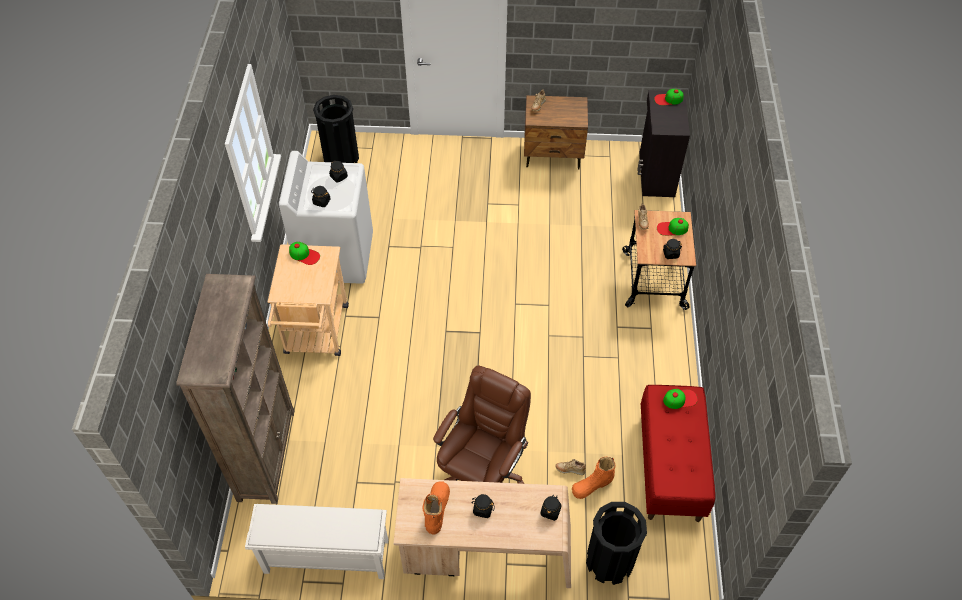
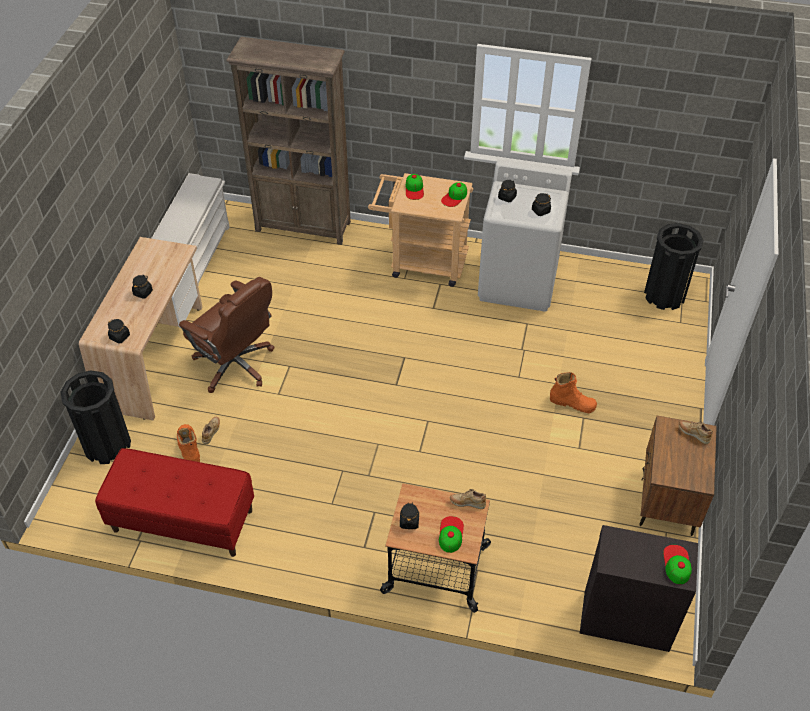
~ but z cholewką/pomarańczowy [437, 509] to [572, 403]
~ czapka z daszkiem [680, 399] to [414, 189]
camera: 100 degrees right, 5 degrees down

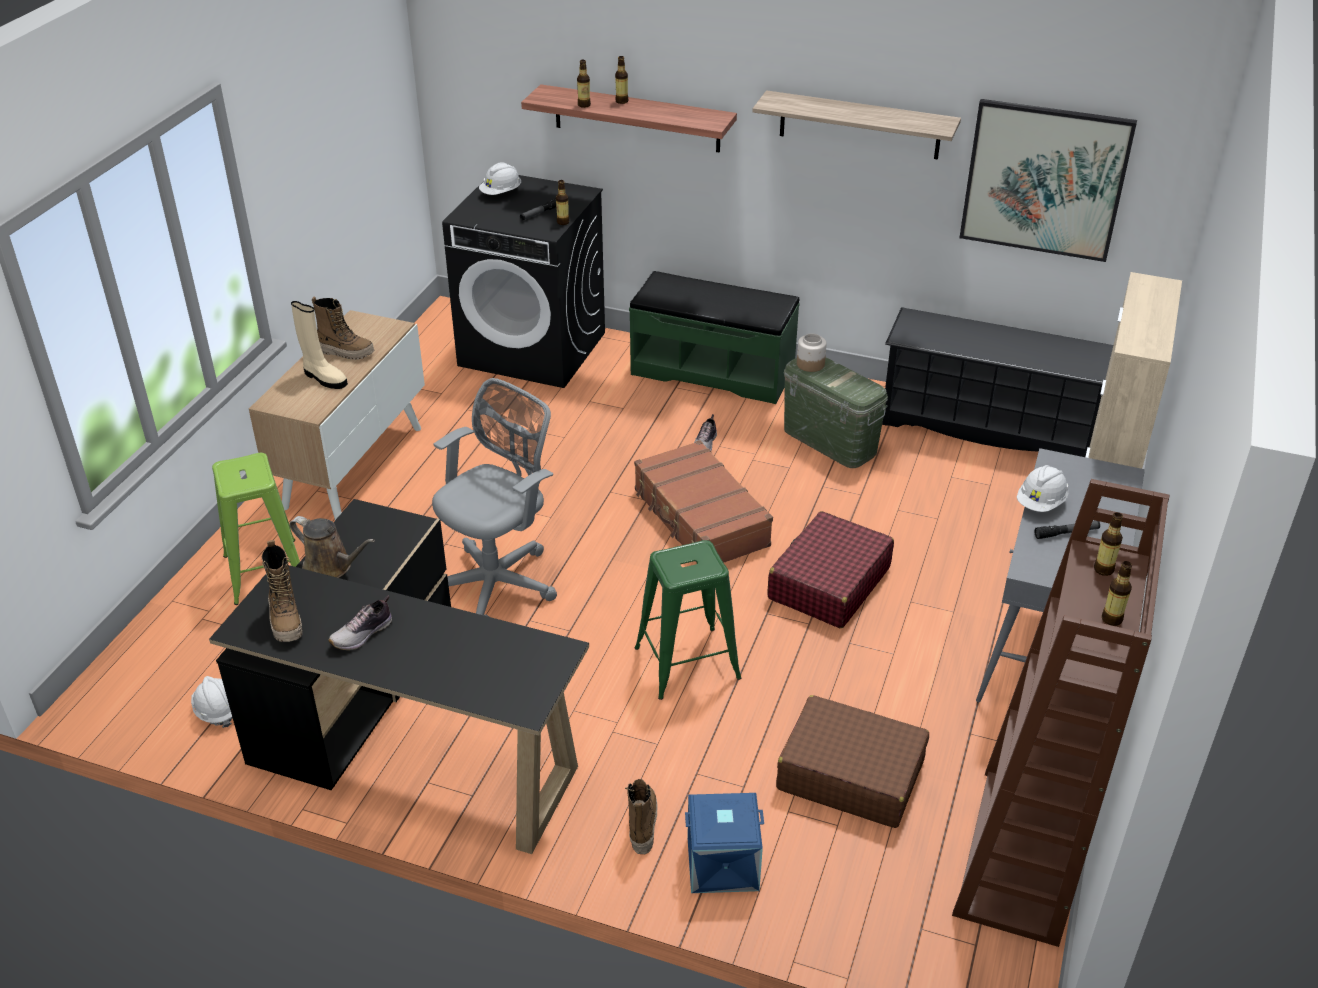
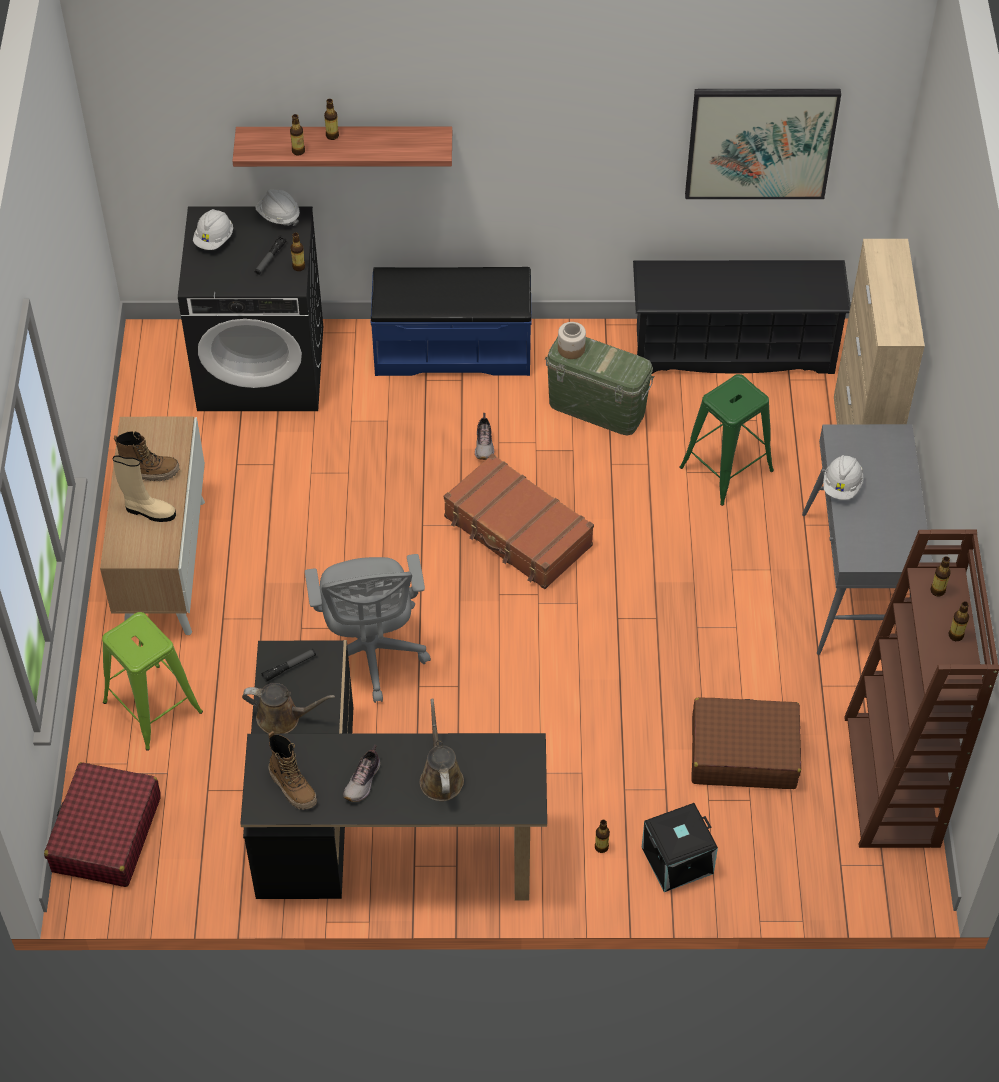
~ kask/biały [217, 711] to [278, 216]
~ krzesło biurowe/szary [497, 582] = [370, 655] 150 degrees clockwise
~ but z cholewką [641, 824] to butelka [601, 847]
~ ławka/zielony [713, 371] to ławka/niebieski [452, 349]
~ stołek/zielony [688, 663] to [727, 468]
~ pojemnik do przechowywania/niebieski [722, 865] to pojemnik do przechowywania/czarny [677, 861]
- półka [859, 125]
~ walizka/czerwony [828, 583] to [105, 834]
~ latarka [1066, 533] to [289, 667]
+ konewka/brązowy [440, 777]
camera: 20 degrees left, 15 degrees up

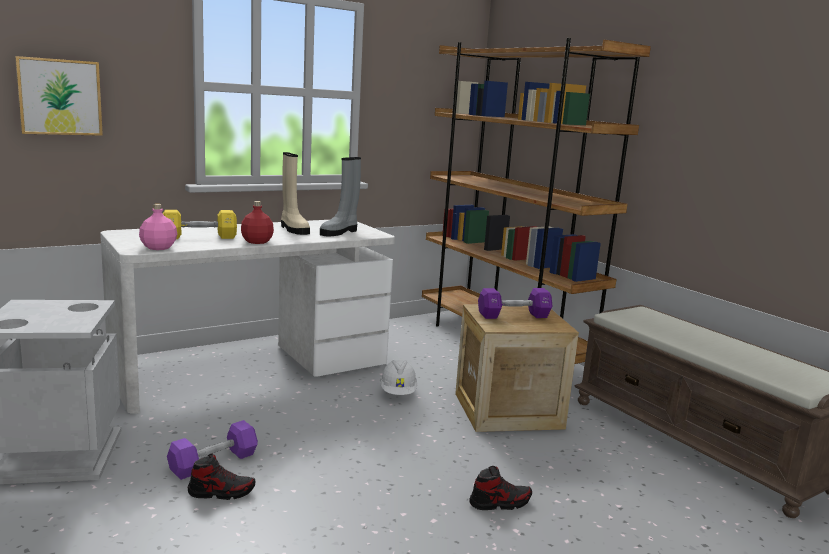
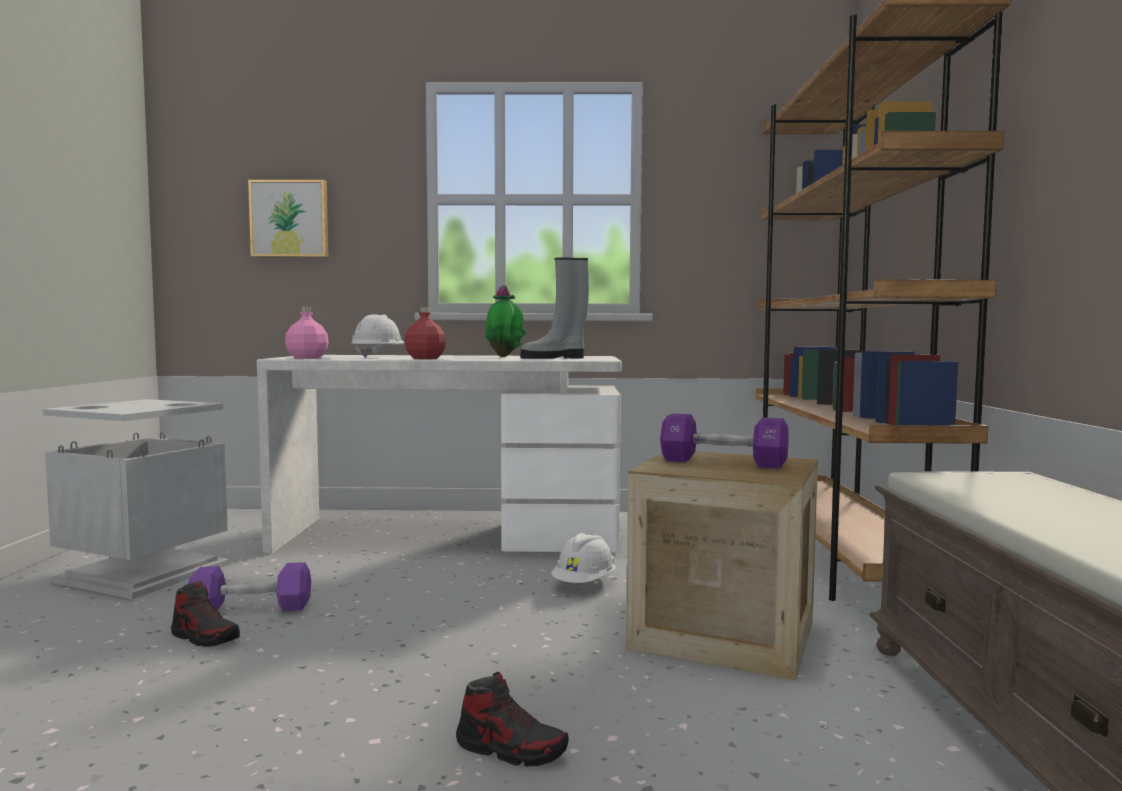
~ hantel/żółty [199, 237] to kask/biały [378, 356]
~ but z cholewką/beżowy [293, 229] to roślina doniczkowa [505, 356]
camera: 35 degrees right, 10 degrees down

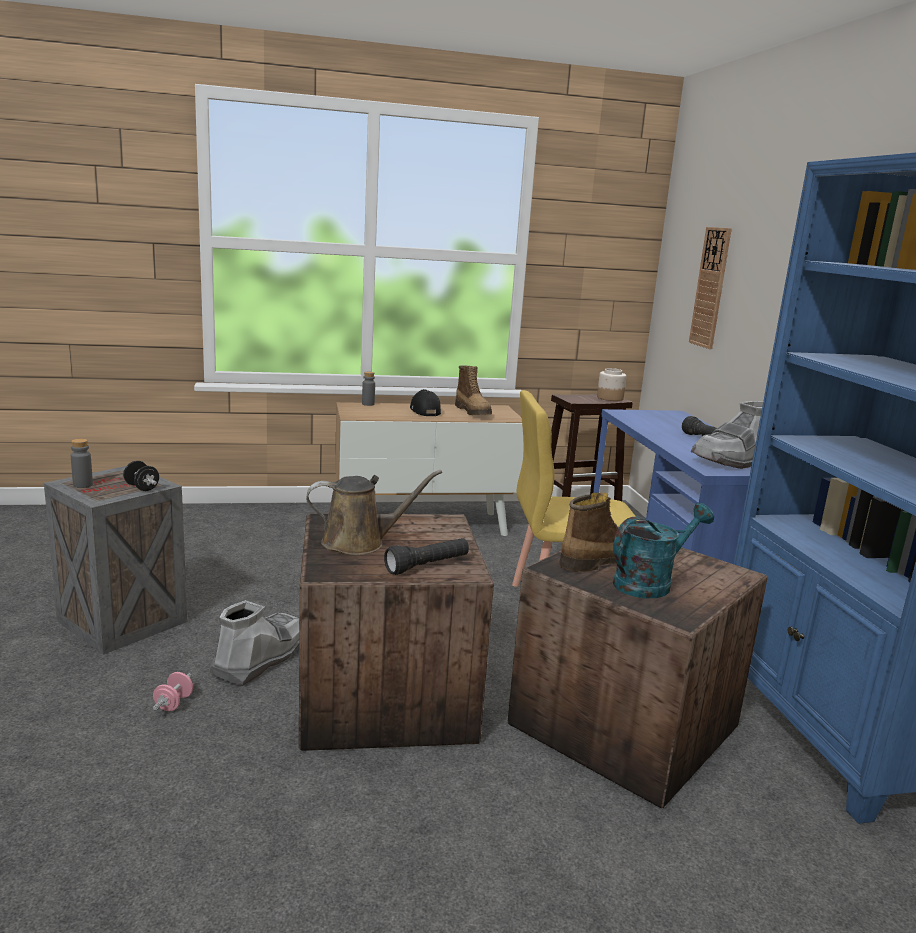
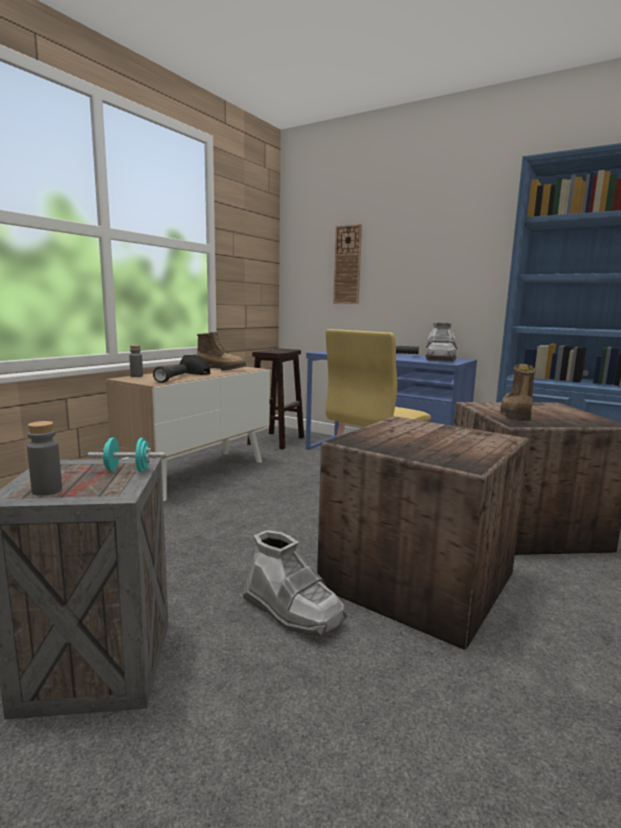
~ hantel/czarny [142, 488] to hantel/turkusowy [128, 471]
- hantel/różowy [174, 703]
~ but z cholewką/szary [260, 658] = [293, 611] 150 degrees clockwise
- konewka/brązowy [359, 543]
~ latarka/czarny [427, 566] to [171, 379]
- słoik [609, 398]
- konewka/turkusowy [650, 583]
camera: 45 degrees left, 5 degrees down

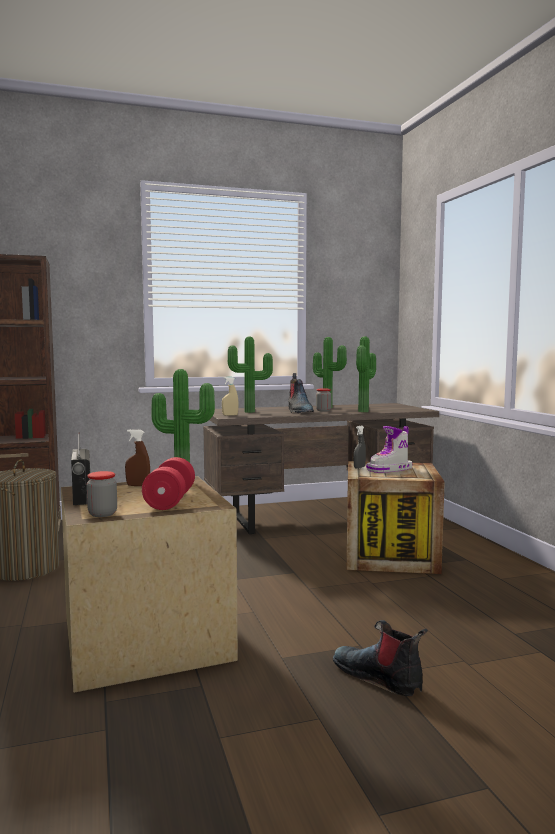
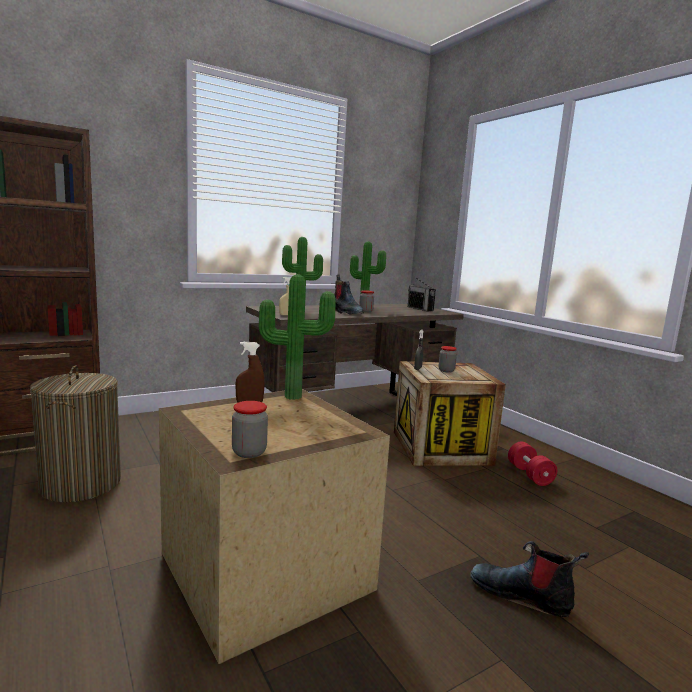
~ radio [82, 497] to [420, 309]
~ hantel/czerwony [170, 501] to [529, 475]
- roślina doniczkowa [365, 411]
~ but z cholewką [390, 469] to słoik [446, 370]
camera: 15 degrees left, 5 degrees up

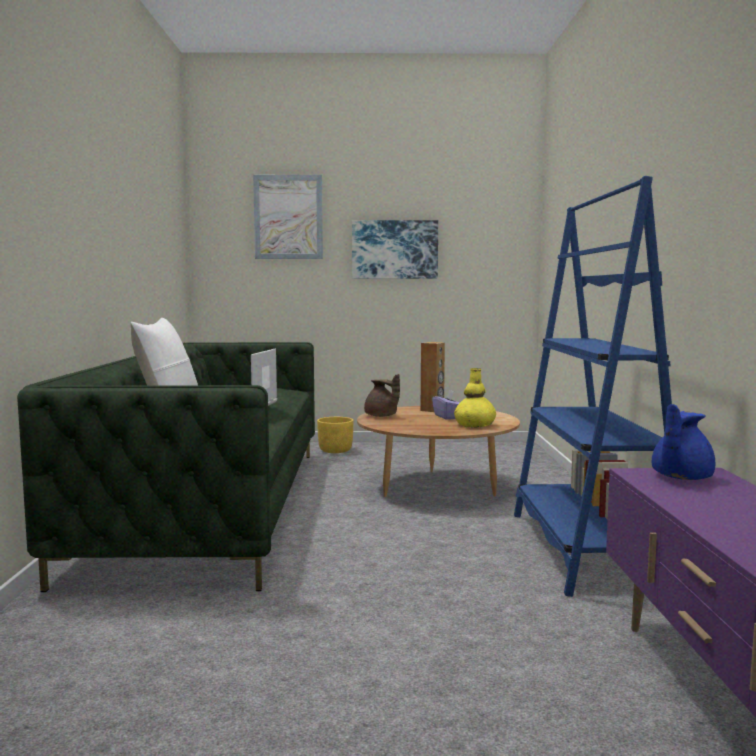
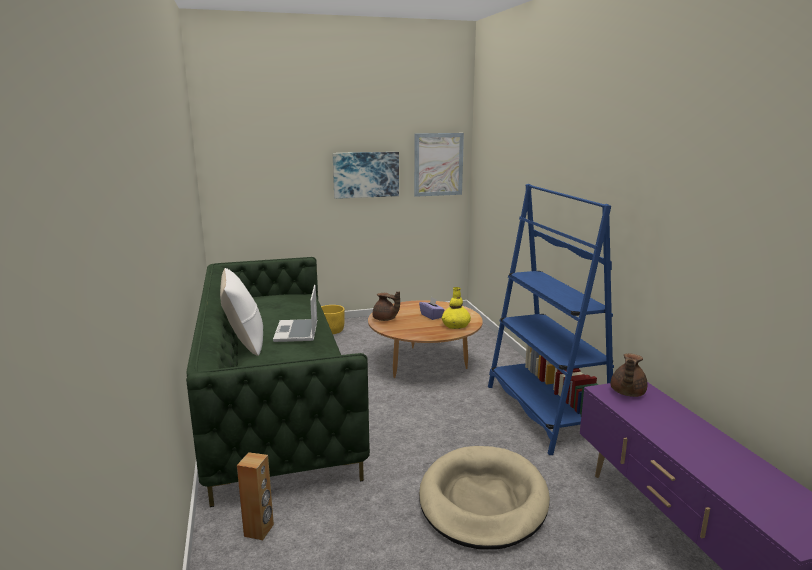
~ obraz [288, 217] to [438, 164]
~ głośnik/brązowy [432, 410] to [259, 530]
~ imbryk/niebieski [679, 477] to imbryk/brązowy [626, 392]
+ legowisko/beżowy [483, 501]
camera: 15 degrees left, 10 degrees up

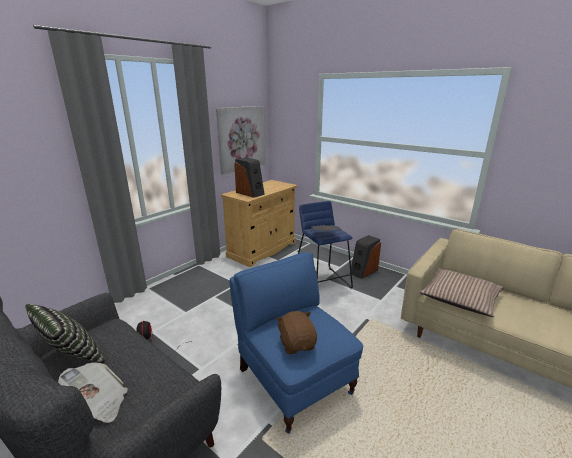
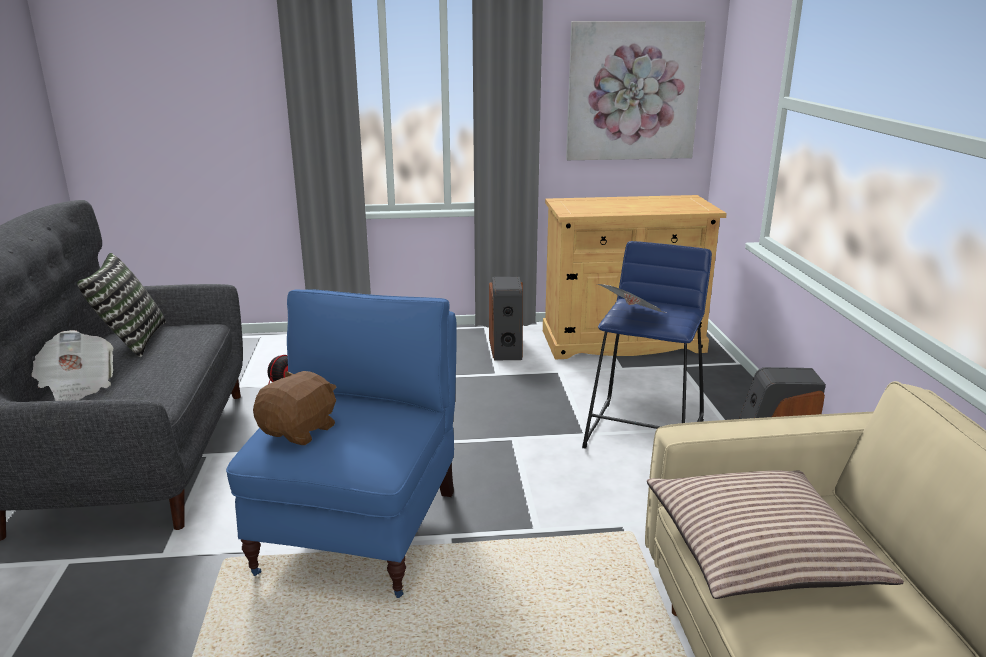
~ głośnik [250, 193] to [506, 348]
camera: 45 degrees right, 0 degrees up

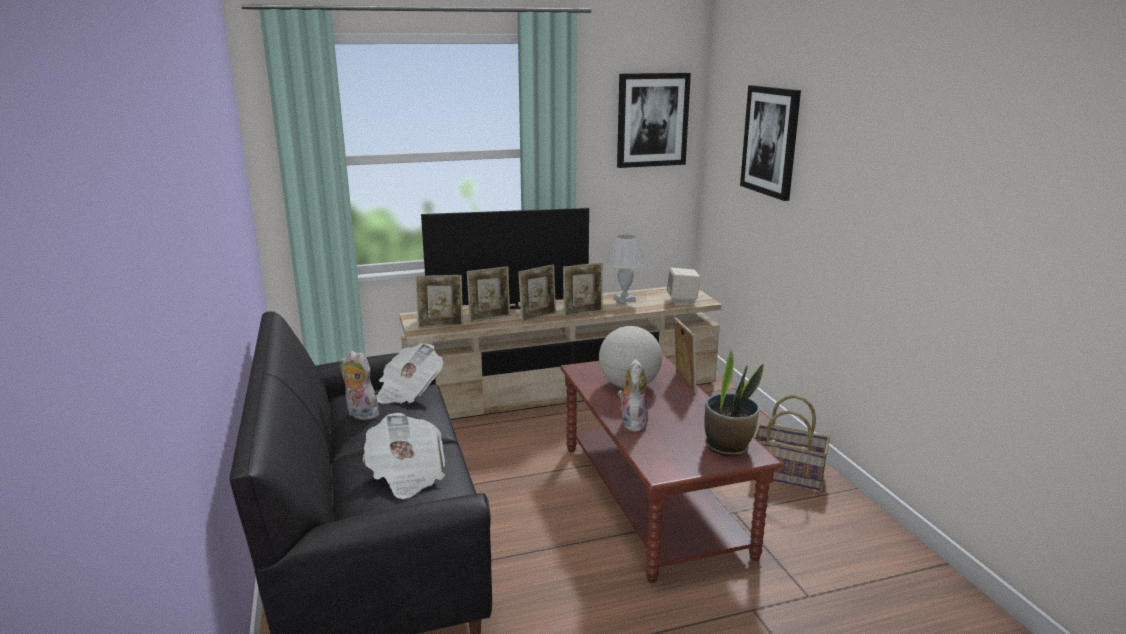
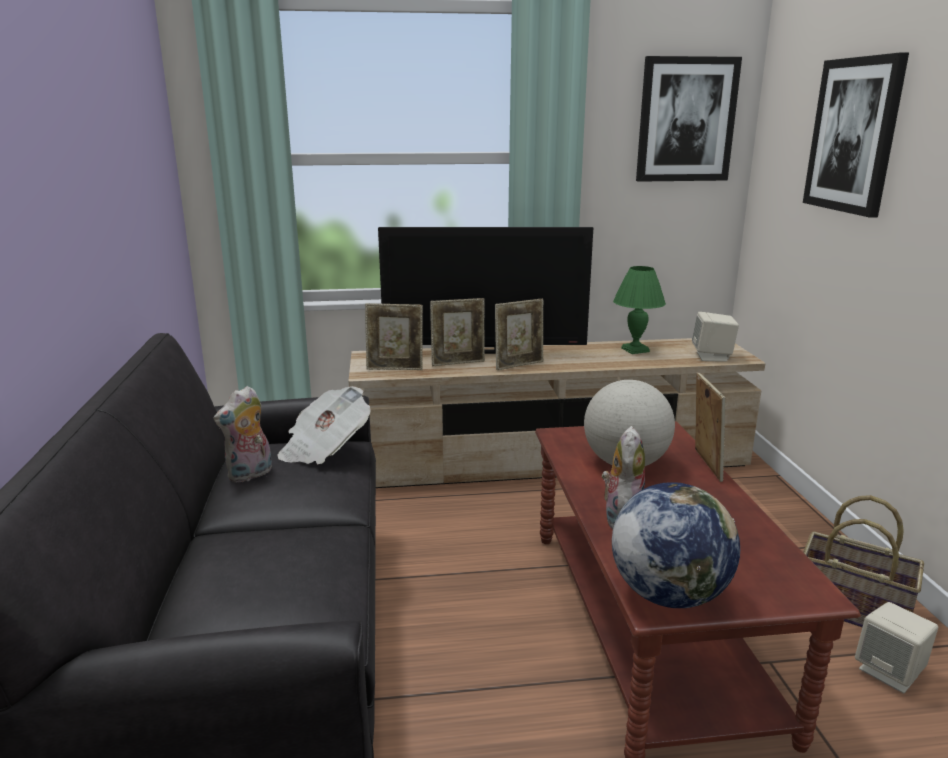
~ pluszak [360, 414] = [250, 475] 90 degrees counterclockwise
- gazeta [406, 475]
- ramka na zdjęcie [583, 313]
~ lampa stołowa/biały [624, 299] to lampa stołowa/zielony [634, 350]
- roślina doniczkowa [728, 446]
+ globus [668, 594]
+ głośnik/beżowy [889, 672]
camera: 10 degrees right, 0 degrees up

